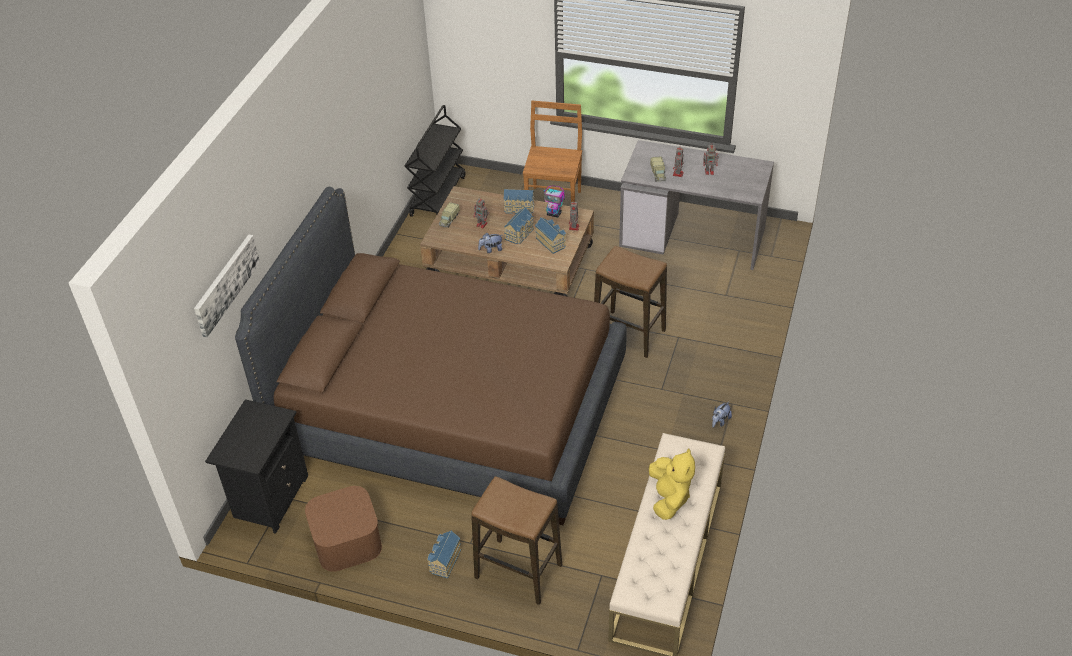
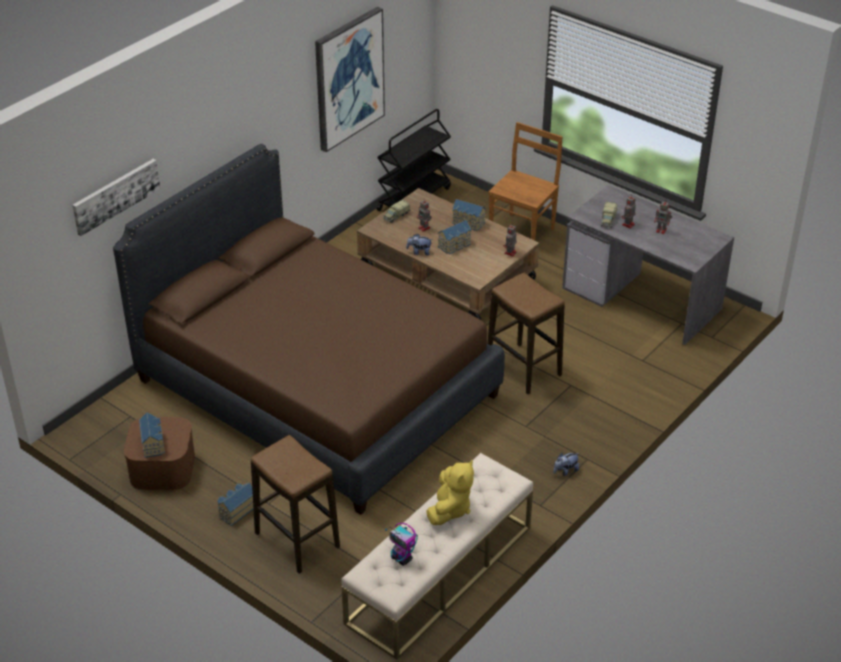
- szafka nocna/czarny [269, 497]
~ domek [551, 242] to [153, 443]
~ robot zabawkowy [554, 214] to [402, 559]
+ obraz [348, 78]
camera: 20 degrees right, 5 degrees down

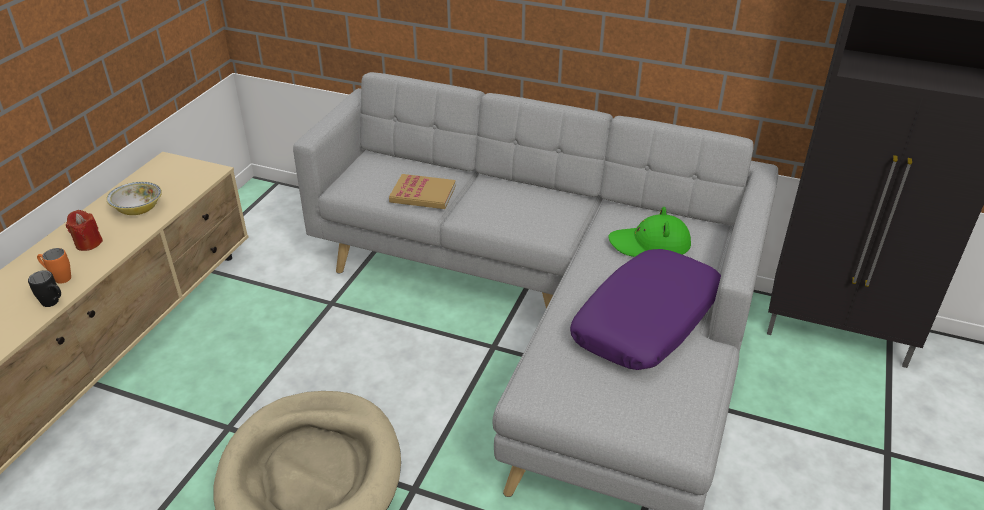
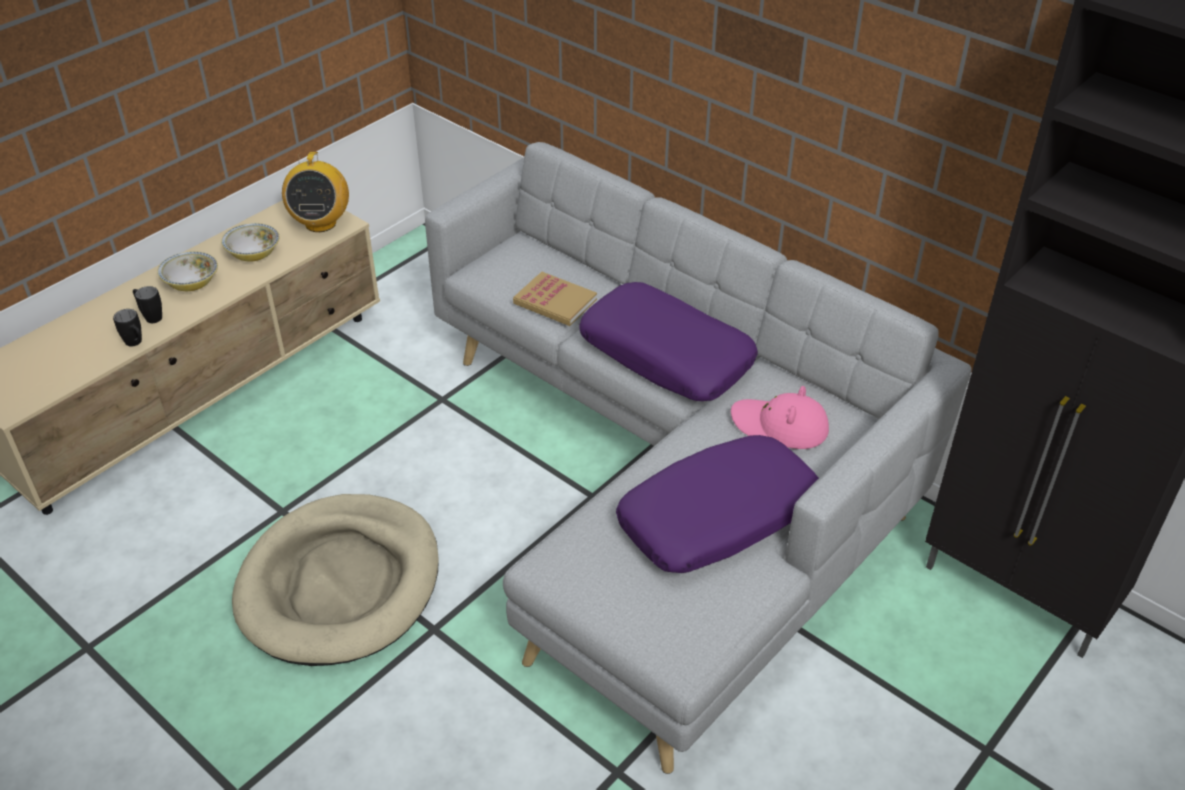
~ kubek/pomarańczowy [58, 278] to kubek/czarny [150, 316]
~ świeca/czerwony [88, 243] to miska [191, 283]
~ kapelusz/zielony [650, 244] to kapelusz/różowy [780, 426]
+ radio [320, 223]
+ poduszka/fioletowy [667, 355]
camera: 20 degrees right, 5 degrees up

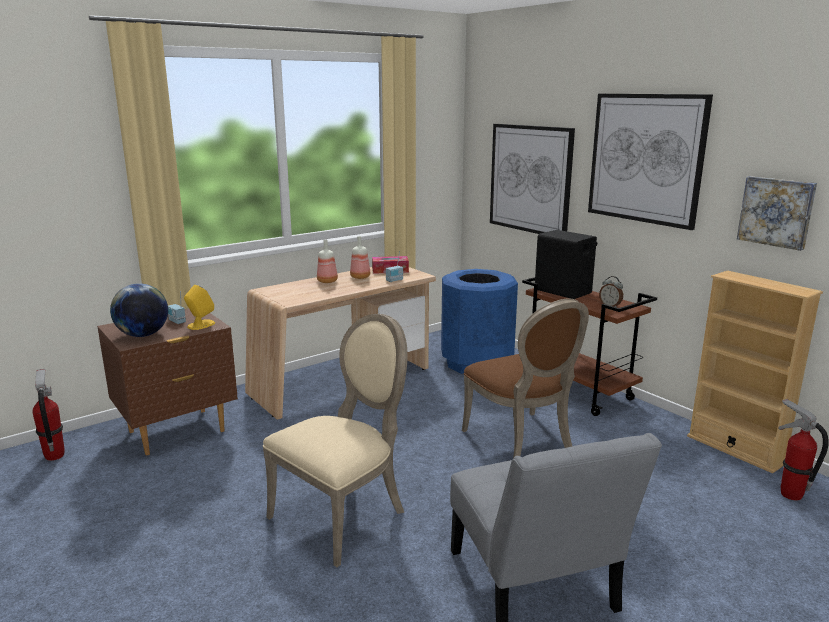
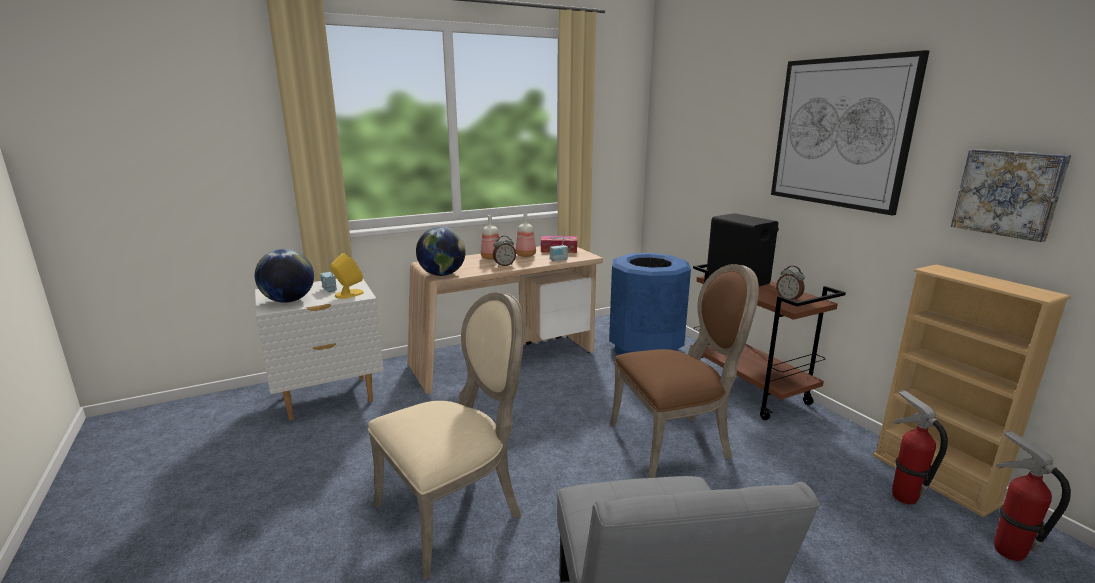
~ gaśnica [54, 455] to [903, 497]
~ szafka nocna/brązowy [177, 432] to szafka nocna/biały [329, 398]
~ krzesło/brązowy [522, 441] = [675, 443] 90 degrees counterclockwise
- obraz [530, 179]
+ globus [442, 274]
+ budzik [504, 265]
camera: 10 degrees right, 0 degrees up

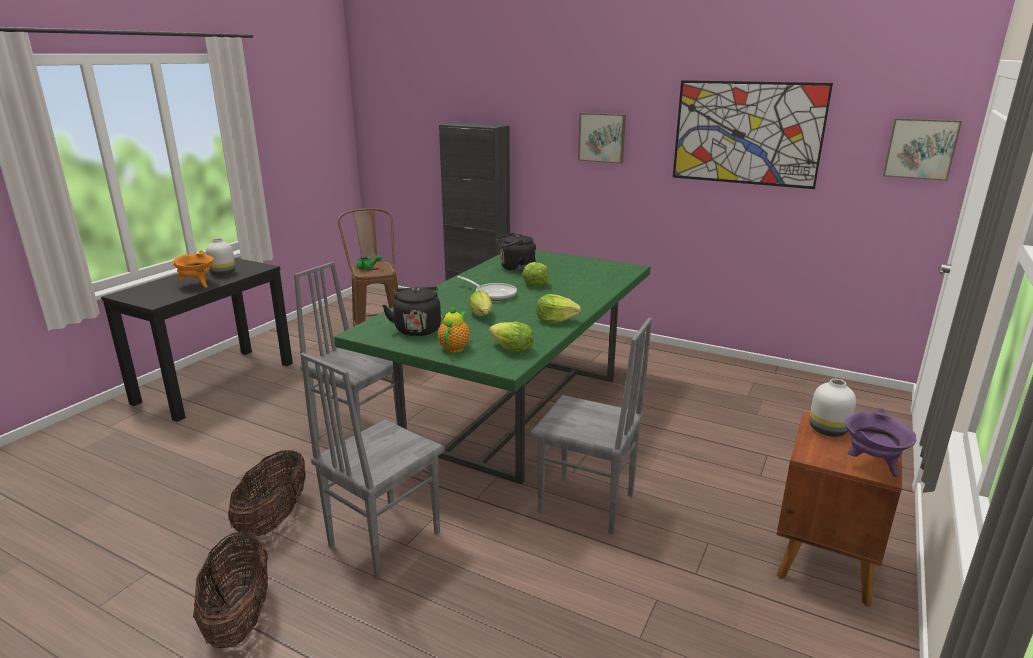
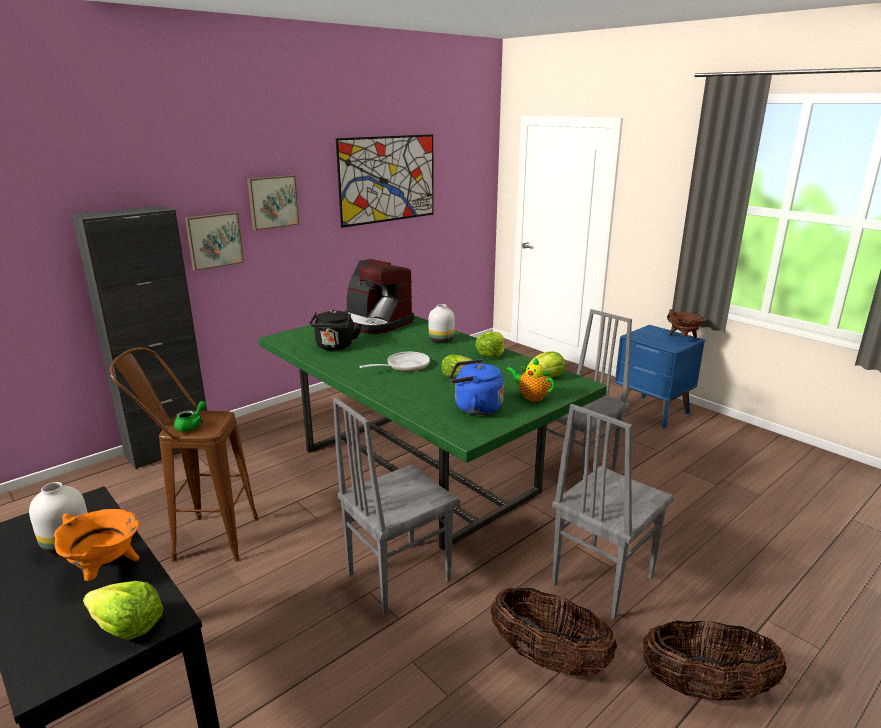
~ krzesło/szary [383, 539] = [600, 580] 75 degrees clockwise
~ czajnik/czarny [417, 329] to czajnik/niebieski [475, 408]
~ sałata [534, 283] to [127, 626]
~ szafka nocna/brązowy [824, 562] to szafka nocna/niebieski [653, 412]
~ wazon/biały [827, 430] to [441, 340]
~ garnek/fioletowy [872, 465] to garnek/brązowy [683, 338]
~ obraz [920, 148] to [214, 240]
+ ekspres do kawy [375, 323]
camera: 70 degrees left, 0 degrees up

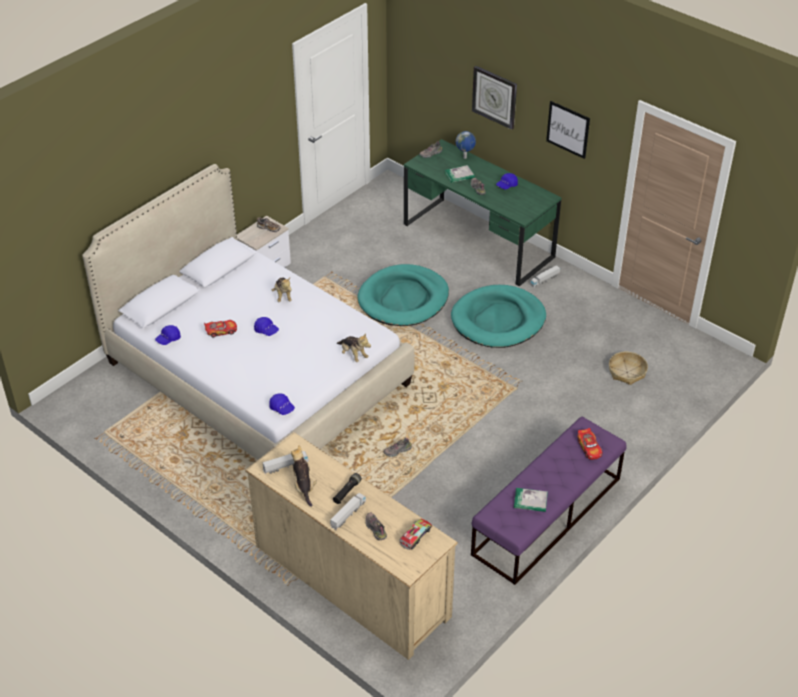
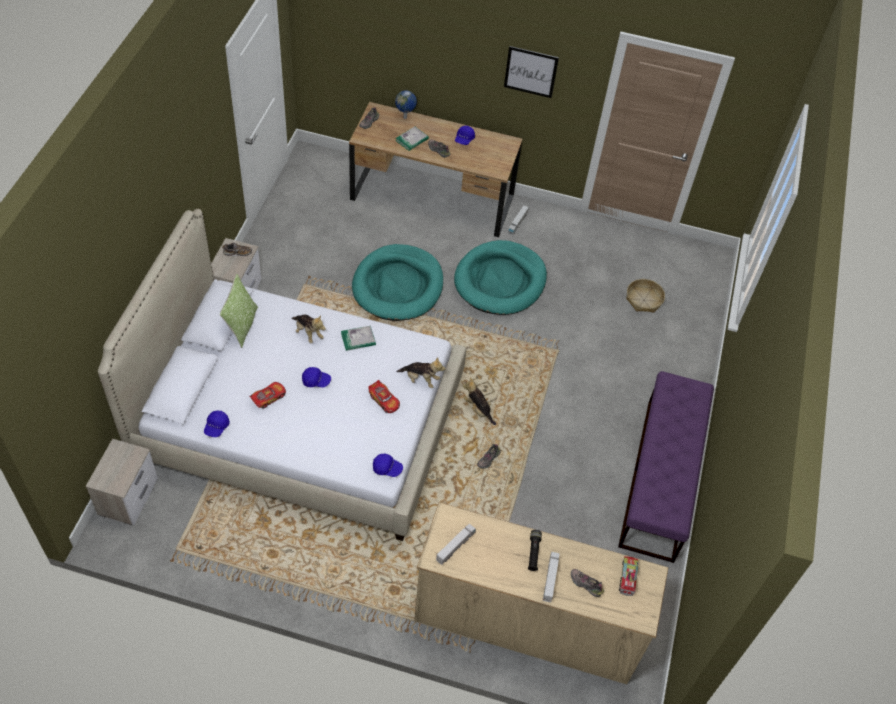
~ pluszak [303, 486] to [478, 409]
~ biurko/zielony [478, 240] to biurko/brązowy [432, 197]
- zegar ścienny [494, 97]
~ książka [530, 501] to [358, 339]
~ samochodzik [589, 448] to [384, 400]
+ szafka nocna [129, 496]
+ poduszka [242, 325]
camera: 30 degrees left, 10 degrees up

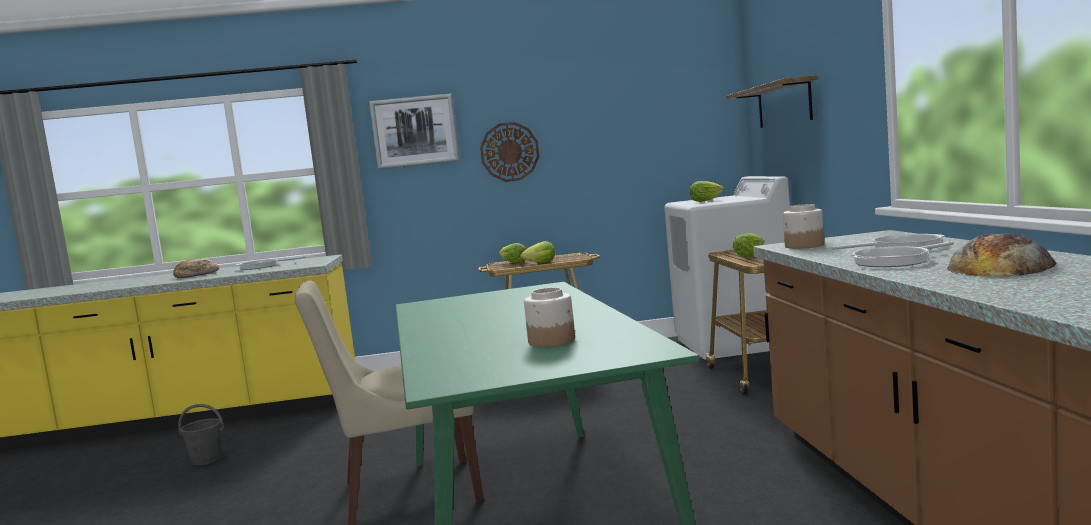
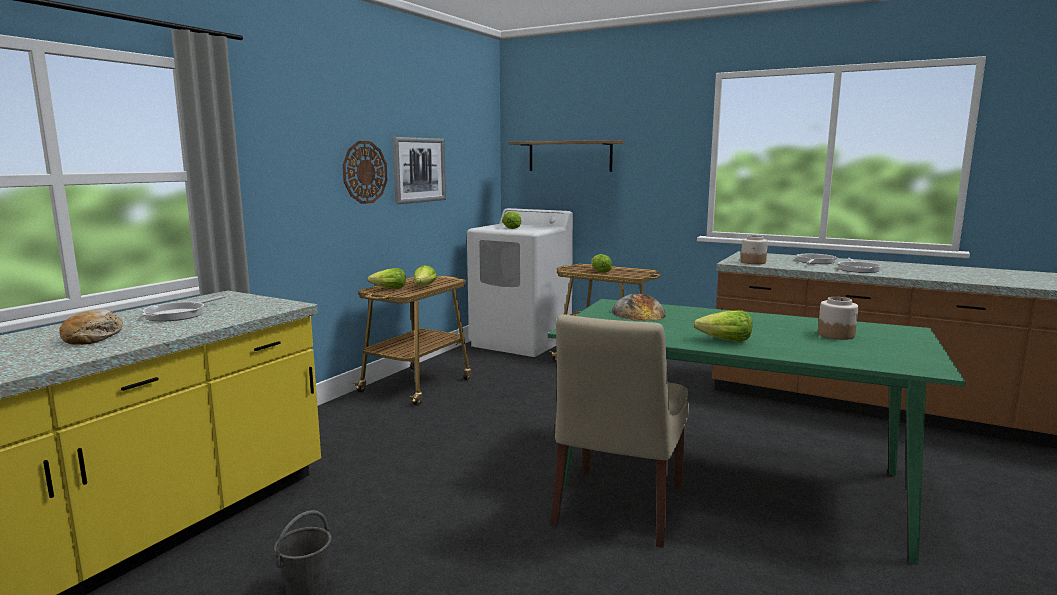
~ obraz [415, 131] to [419, 170]
~ chleb [1000, 266] to [638, 313]
+ sałata [725, 341]
camera: 55 degrees left, 5 degrees up

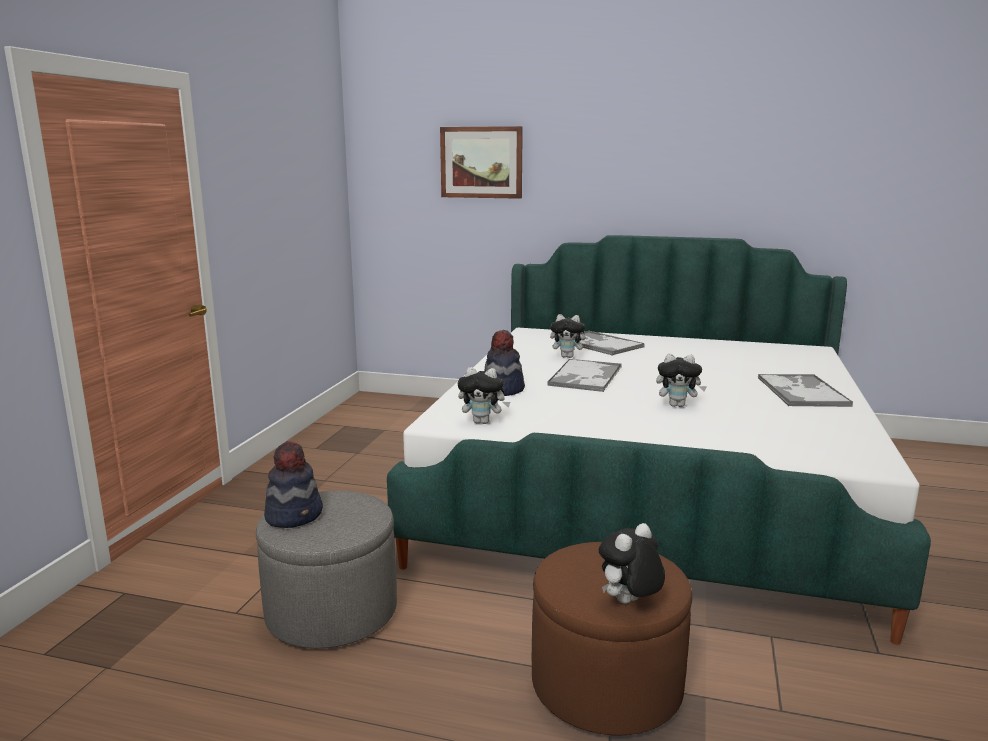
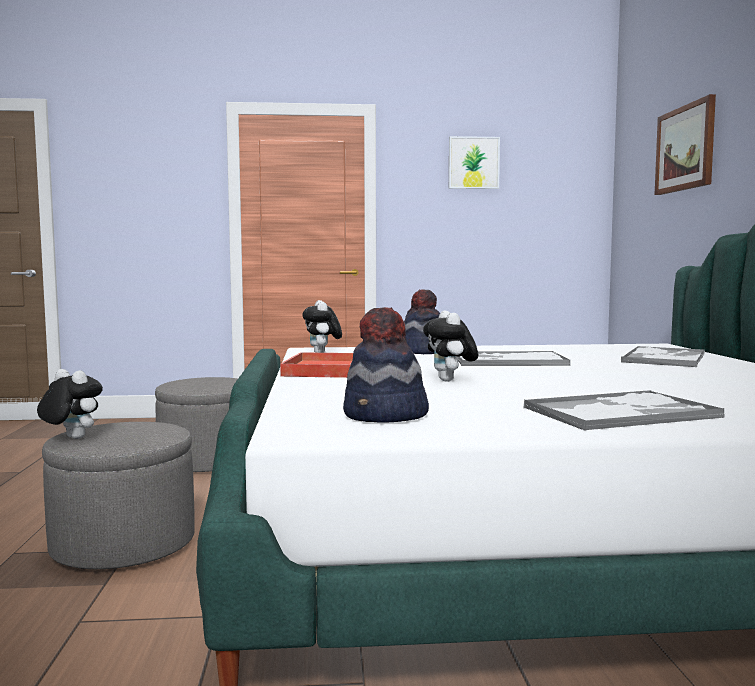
~ kapelusz [295, 515] to [386, 416]
~ pufa/brązowy [606, 685] to pufa/szary [123, 544]
- pluszak [568, 356]
+ taca/czerwony [324, 369]
+ obraz [473, 163]
camera: 70 degrees right, 10 degrees down

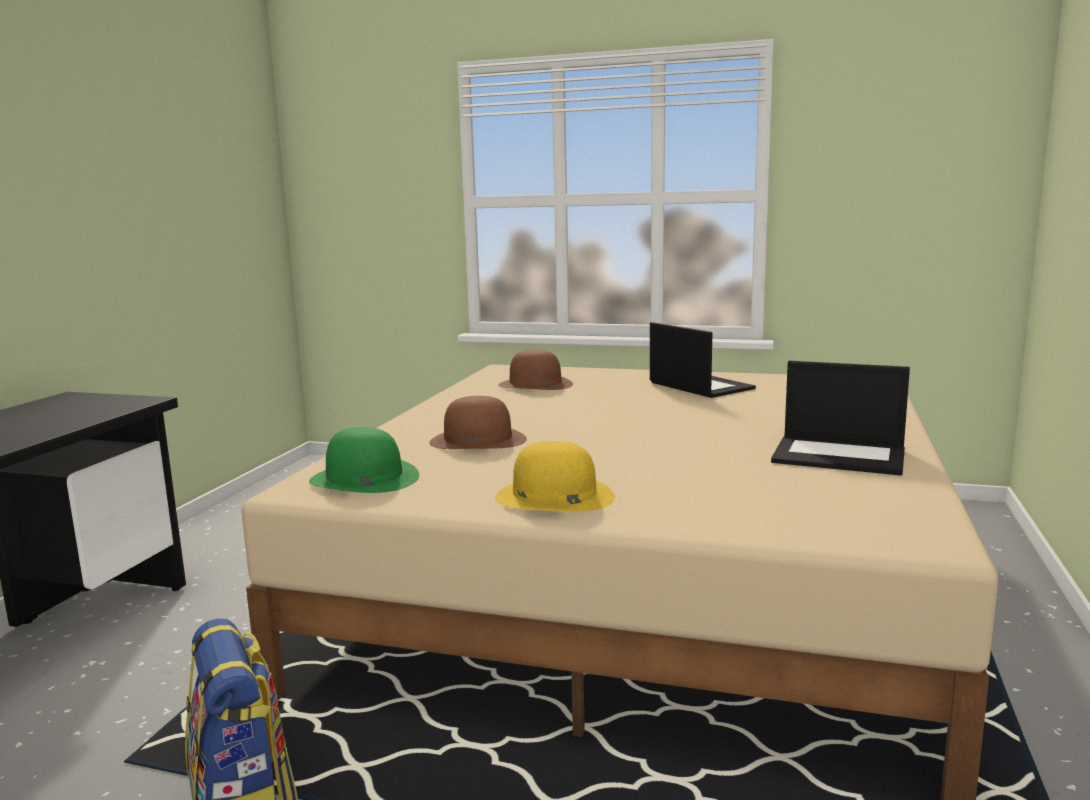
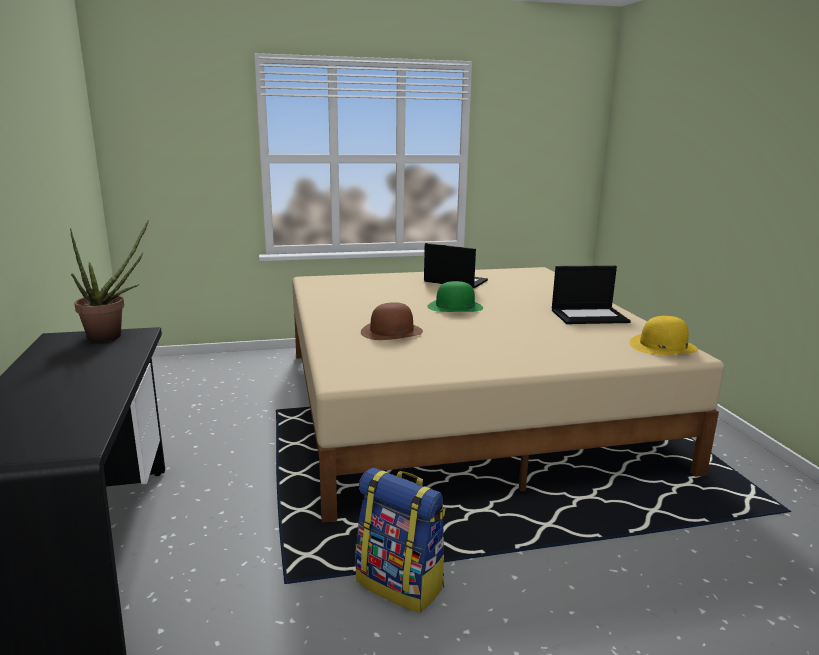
~ kapelusz/zielony [364, 478] to [455, 307]
~ kapelusz/żółty [554, 496] to [663, 346]
- kapelusz/brązowy [535, 384]
+ roślina doniczkowa [112, 336]
camera: 30 degrees left, 5 degrees up

